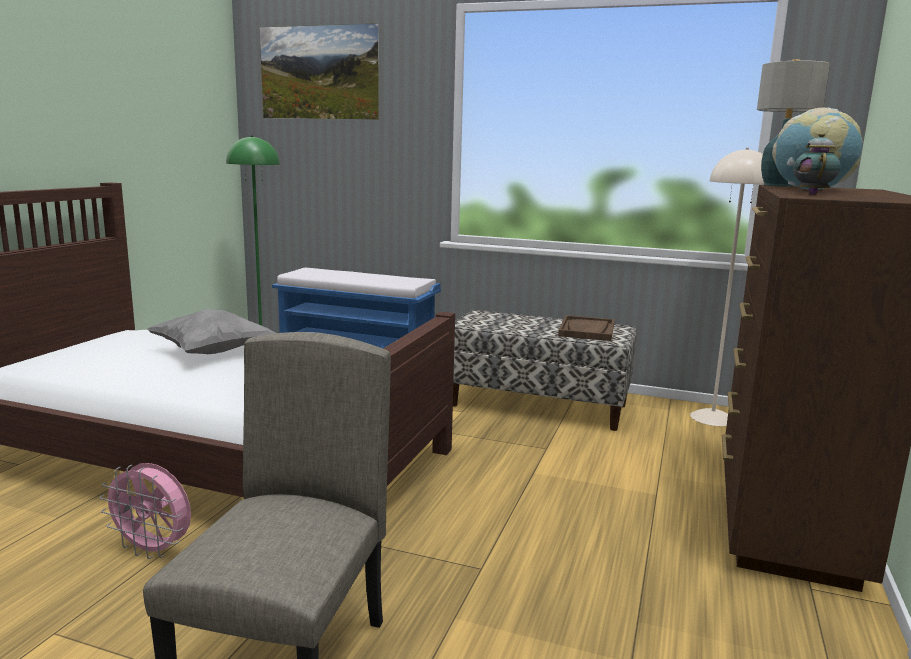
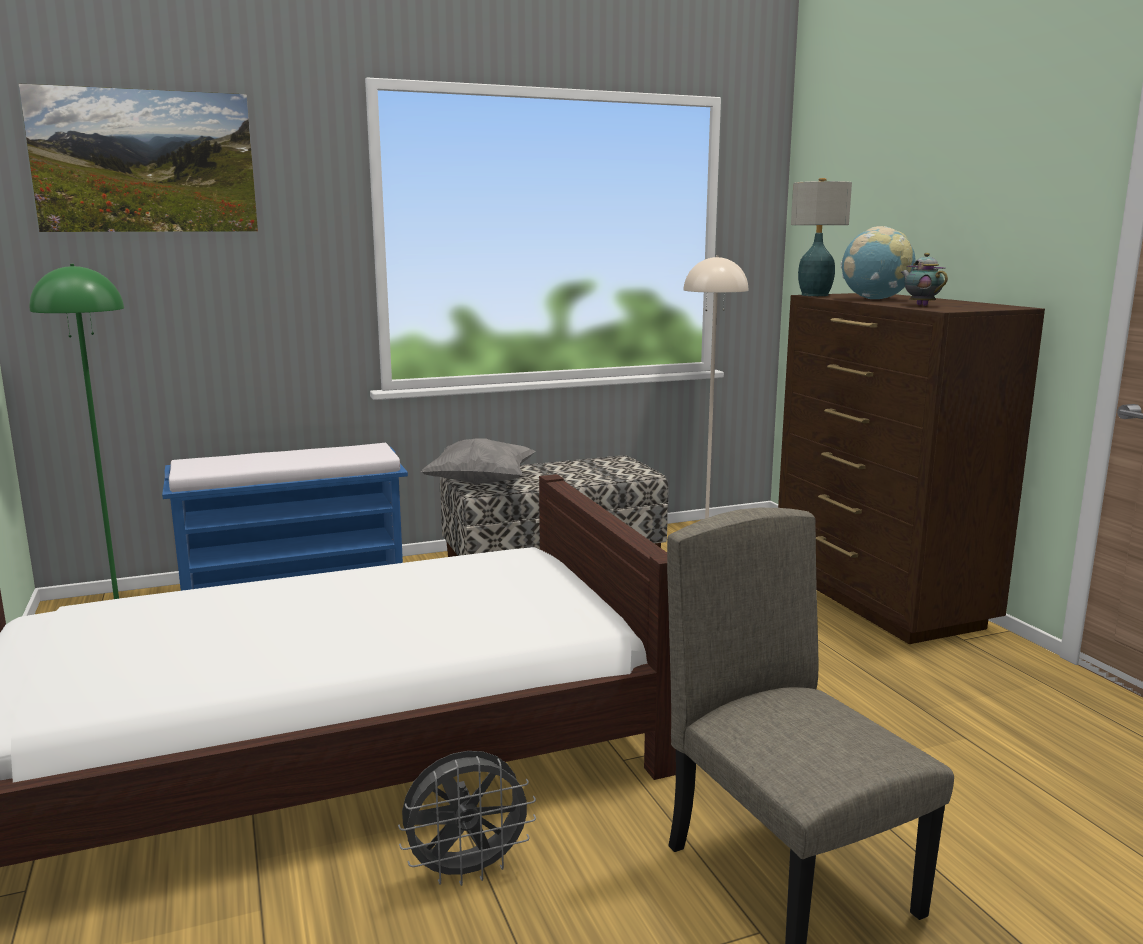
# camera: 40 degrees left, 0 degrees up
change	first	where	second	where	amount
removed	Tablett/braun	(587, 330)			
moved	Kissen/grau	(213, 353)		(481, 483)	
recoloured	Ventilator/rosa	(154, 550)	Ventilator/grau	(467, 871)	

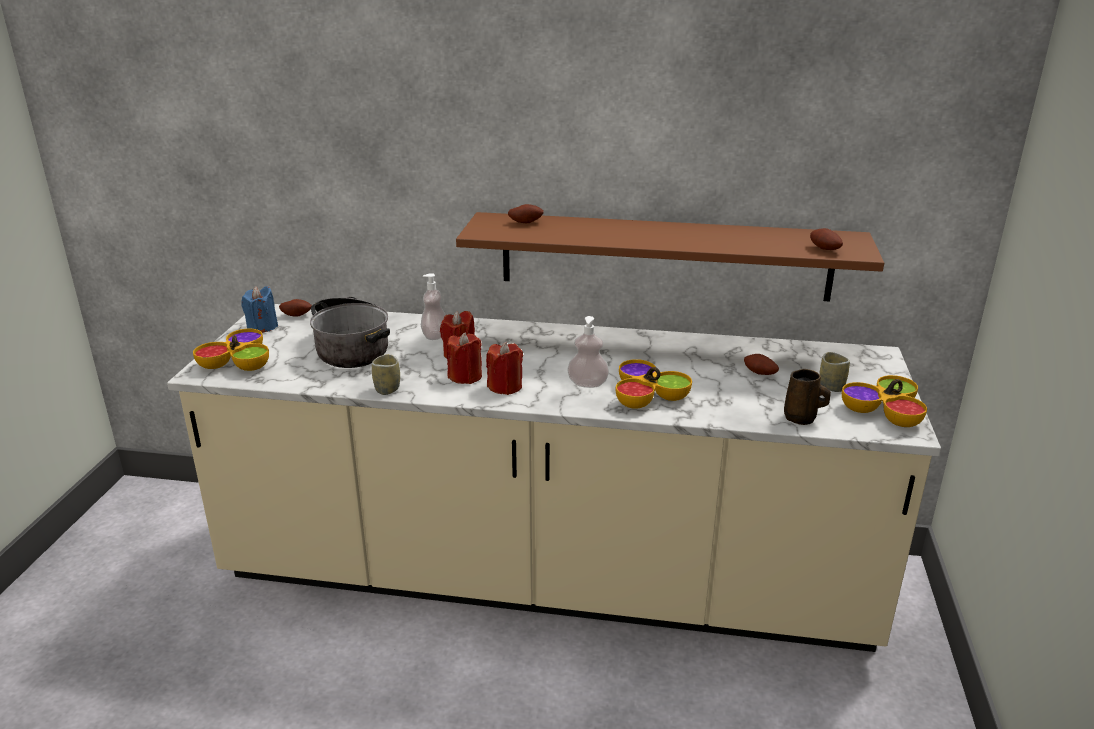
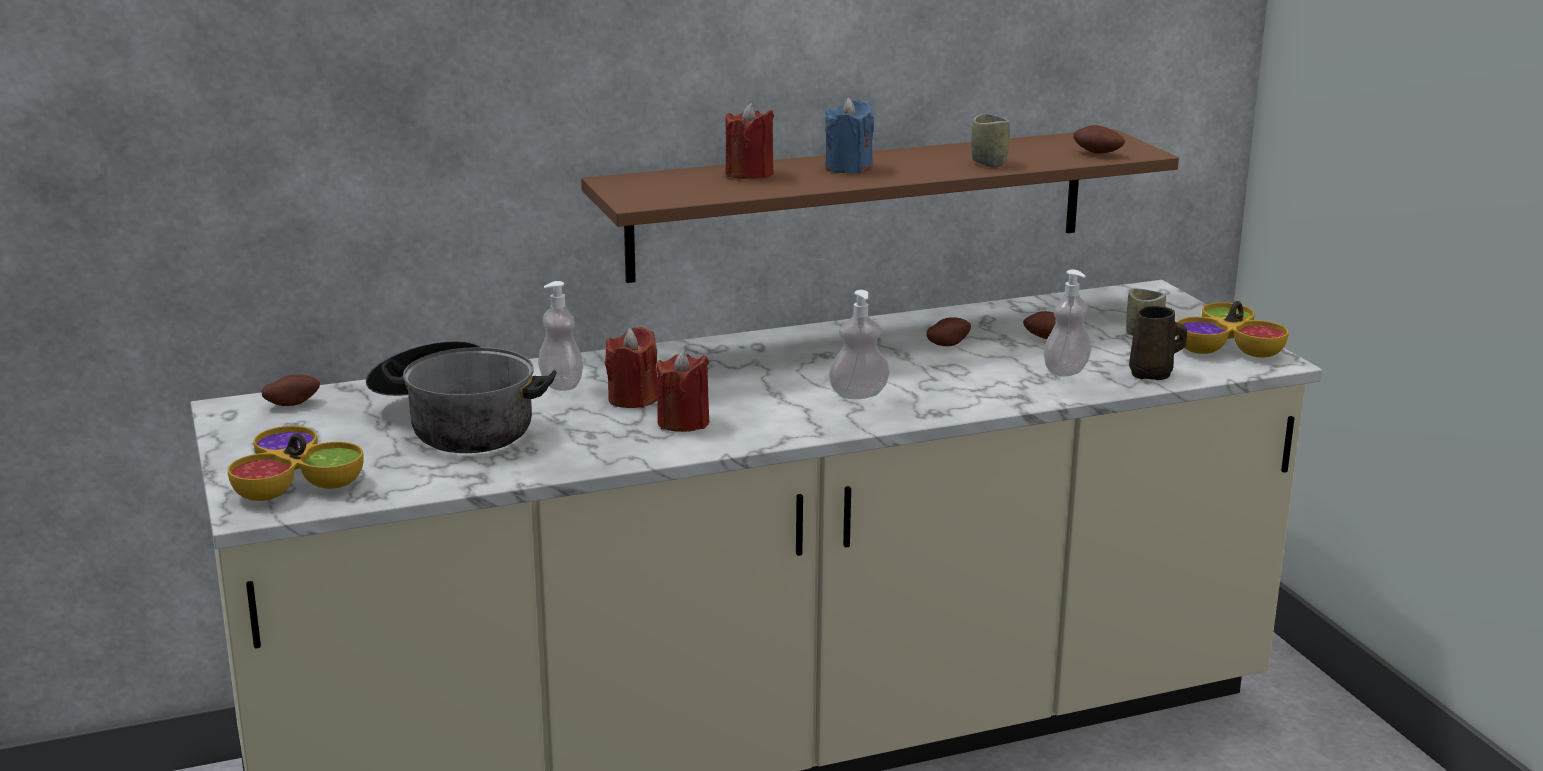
# camera: 30 degrees left, 5 degrees down
change	first	where	second	where	amount
removed	Schüssel	(647, 395)			
added			Seifenspender	(1066, 371)	
moved	Kerze/blau	(262, 327)		(848, 167)	
moved	Tasse	(387, 389)		(989, 163)	
moved	Kerze/rot	(505, 387)		(749, 174)	
moved	Kartoffel	(525, 222)		(947, 344)	

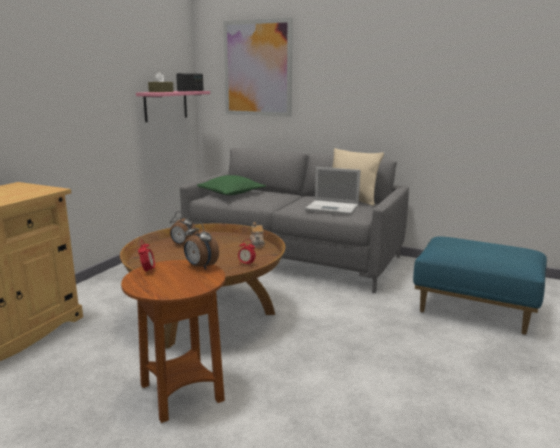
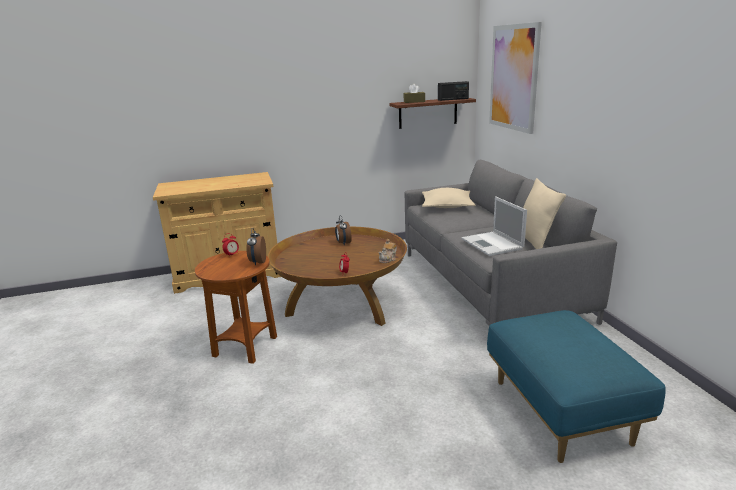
# camera: 50 degrees right, 5 degrees up
change	first	where	second	where	amount
recoloured	Wandregal/rosa	(166, 105)	Wandregal/braun	(428, 113)	
recoloured	Kissen/grün	(231, 193)	Kissen/beige	(447, 206)	

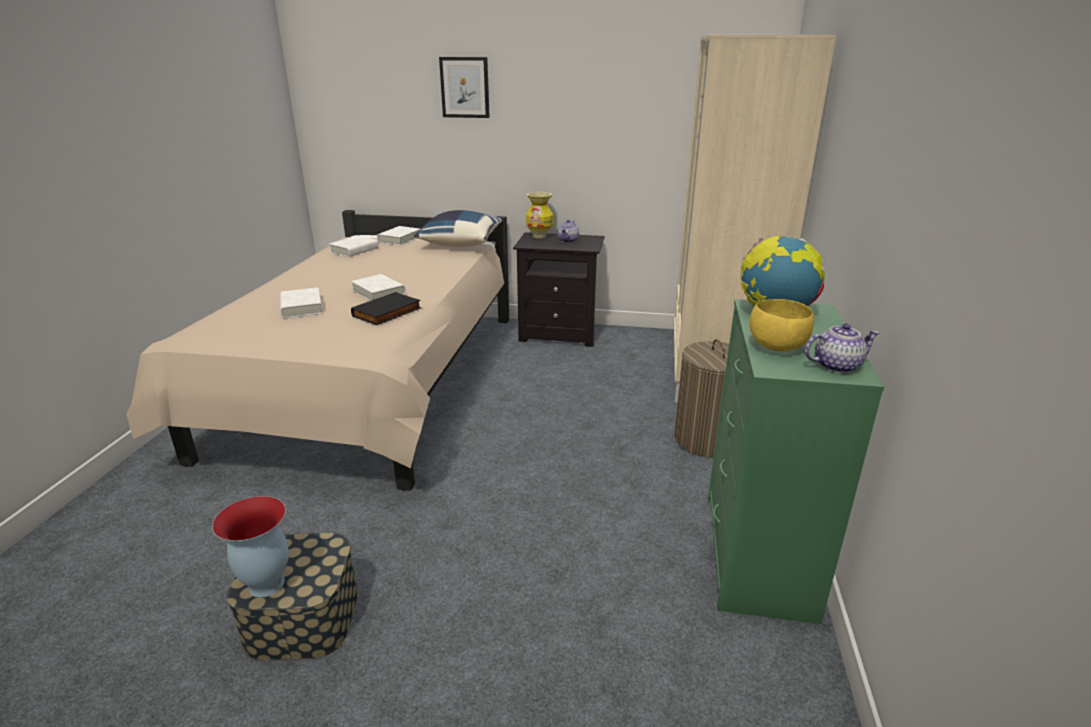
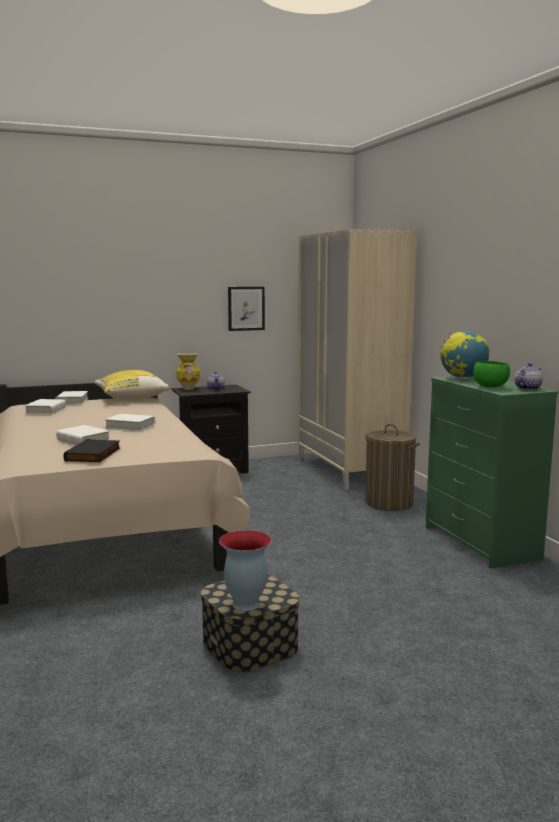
# camera: 30 degrees left, 15 degrees down
change	first	where	second	where	amount
moved	Buch/schwarz	(387, 313)		(94, 454)	
moved	Bild	(465, 87)		(246, 308)	
recoloured	Kissen/blau	(459, 244)	Kissen/gelb	(131, 398)	
recoloured	Schüssel/gelb	(776, 347)	Schüssel/grün	(490, 387)	

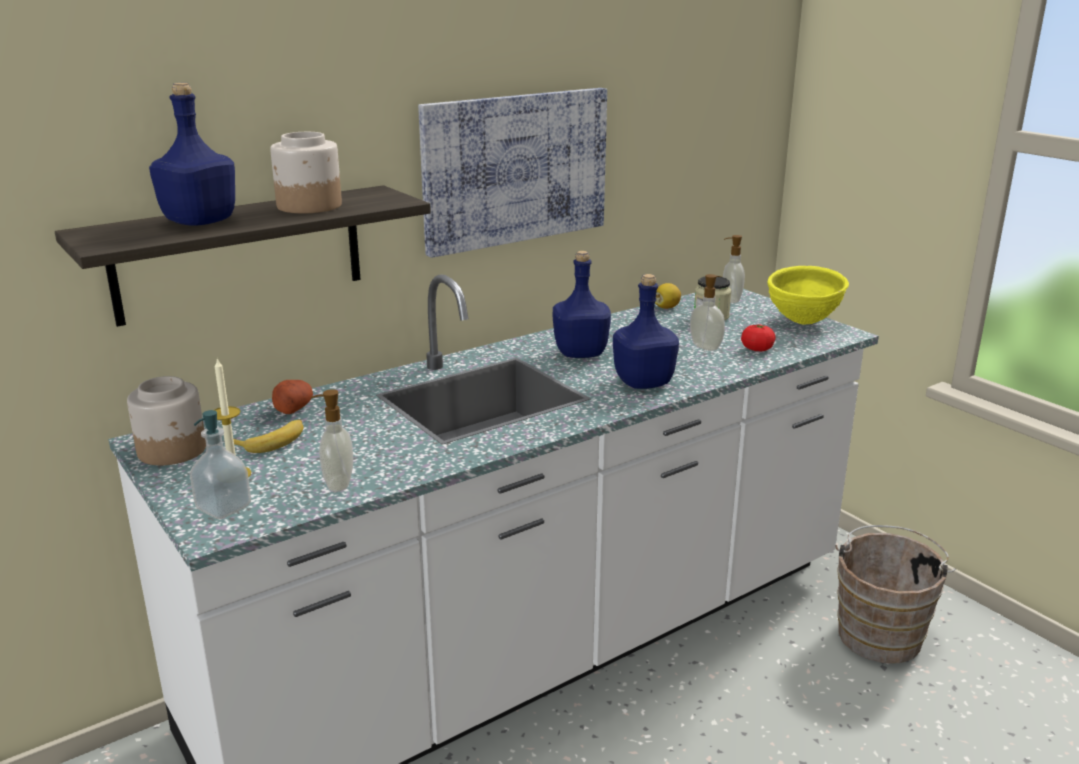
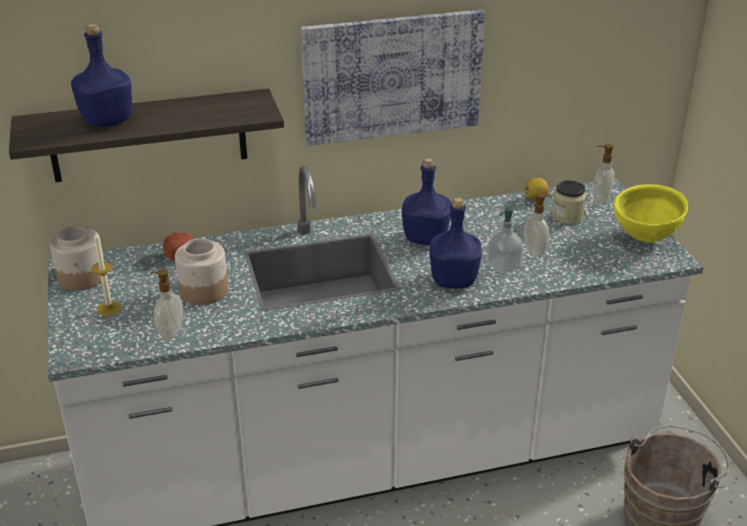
# camera: 20 degrees right, 10 degrees up
change	first	where	second	where	amount
removed	Banane	(273, 442)			
removed	Tomate	(757, 349)			
moved	Seifenspender	(223, 508)		(503, 266)	
moved	Vorratsglas	(309, 206)		(203, 291)	

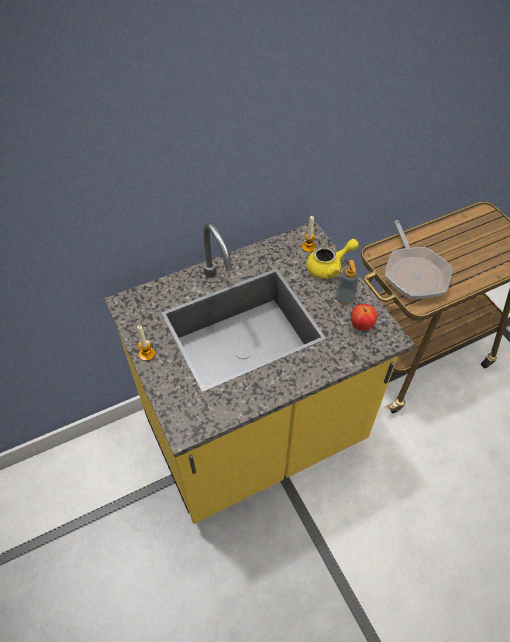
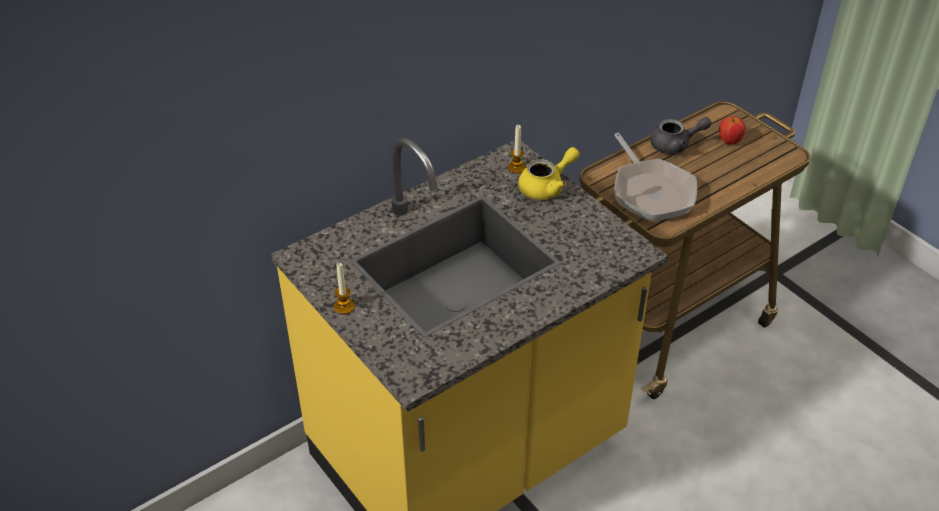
# camera: 10 degrees left, 10 degrees down
change	first	where	second	where	amount
removed	Seifenspender	(345, 298)			
added			Teekanne/grau	(675, 145)	
moved	Apfel	(361, 326)		(729, 141)	

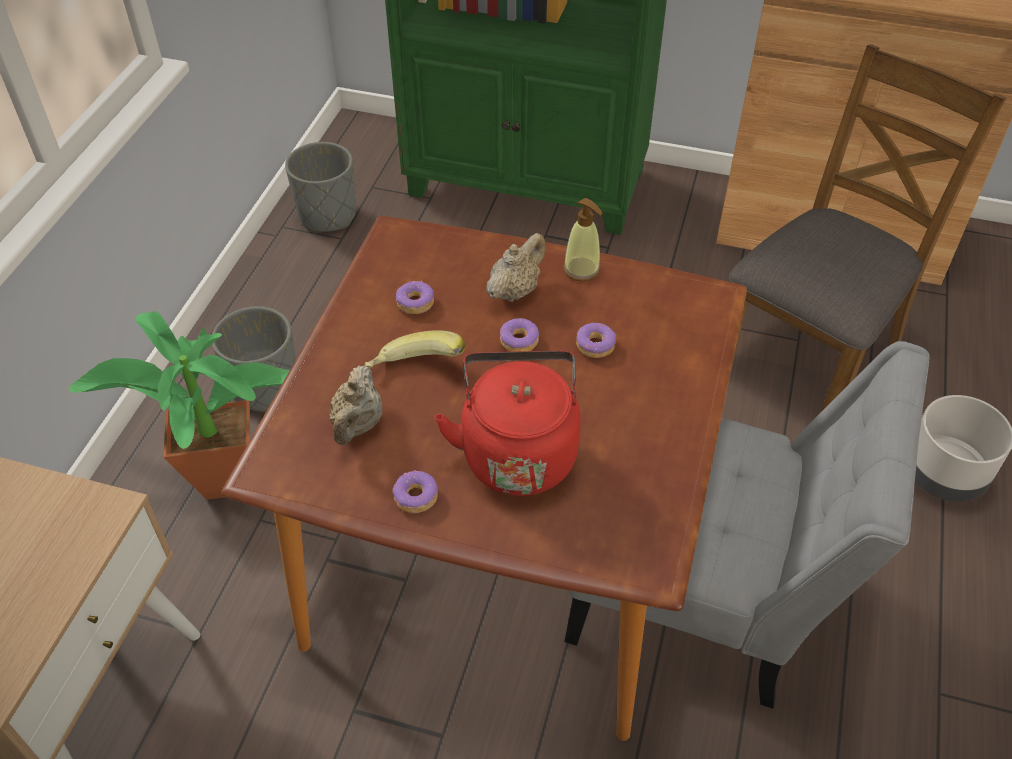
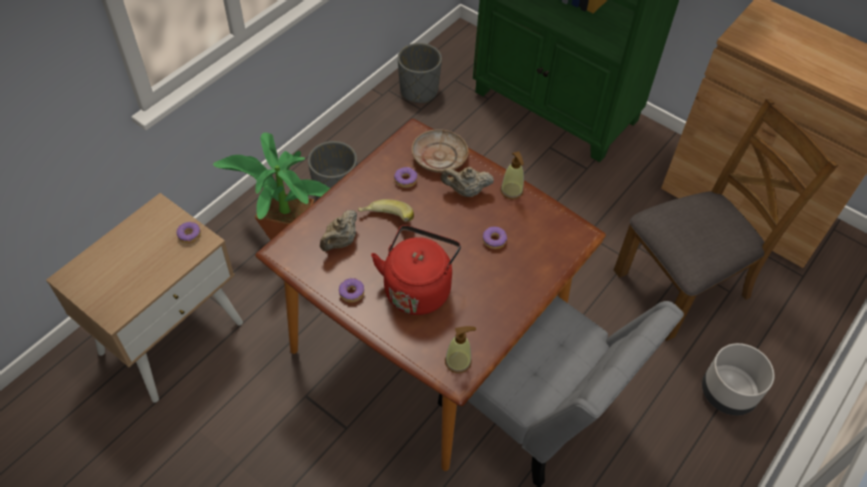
# camera: 20 degrees right, 5 degrees up
change	first	where	second	where	amount
added			Teller/beige	(439, 157)	
added			Seifenspender	(458, 361)	
moved	Donut	(519, 341)		(189, 235)	
turned	Teekanne/beige	(515, 290)		(466, 191)	150 degrees counterclockwise

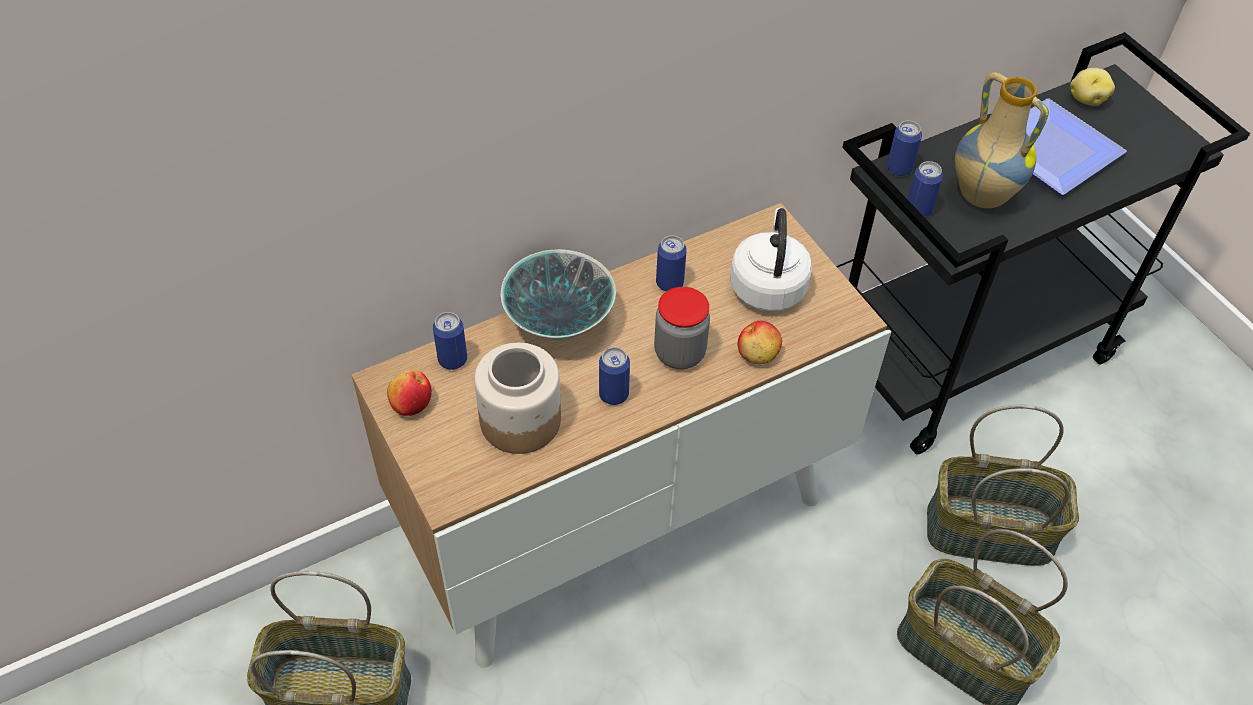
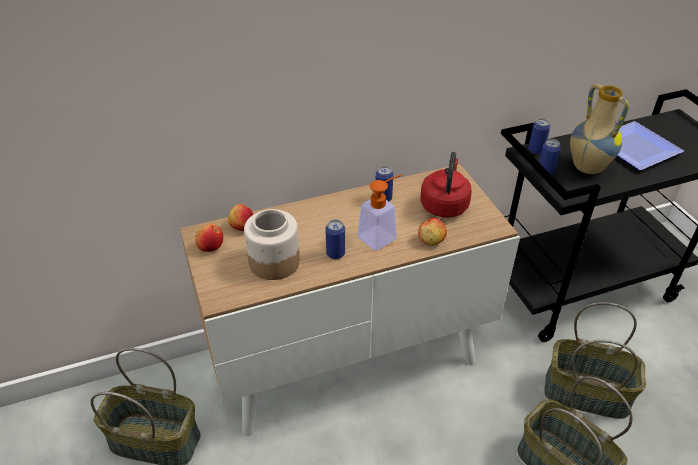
# camera: 10 degrees right, 10 degrees down
change	first	where	second	where	amount
removed	Schüssel	(558, 323)			
removed	Kartoffel	(1086, 99)			
replaced	Dose	(452, 360)	Apfel	(242, 226)	
replaced	Vorratsglas	(679, 353)	Seifenspender	(381, 235)	
recoloured	Wasserkessel/weiß	(768, 285)	Wasserkessel/rot	(444, 205)	

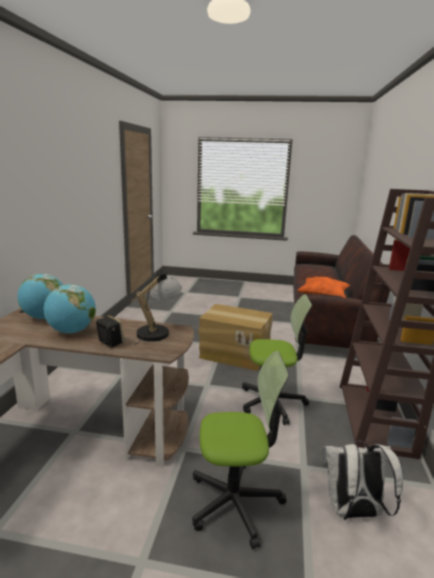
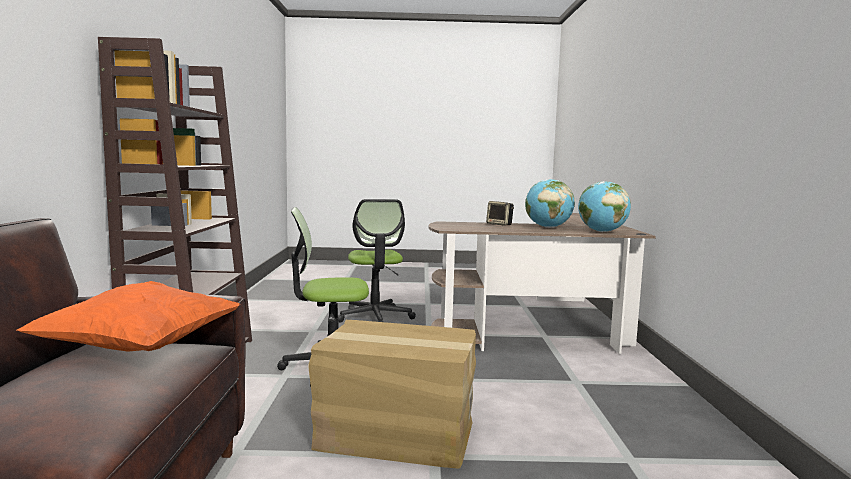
# camera: 170 degrees right, 10 degrees down
change	first	where	second	where	amount
removed	Tischlampe	(158, 331)			
removed	Rucksack/weiß	(353, 512)			
turned	Bürostuhl	(235, 502)		(375, 317)	90 degrees counterclockwise

